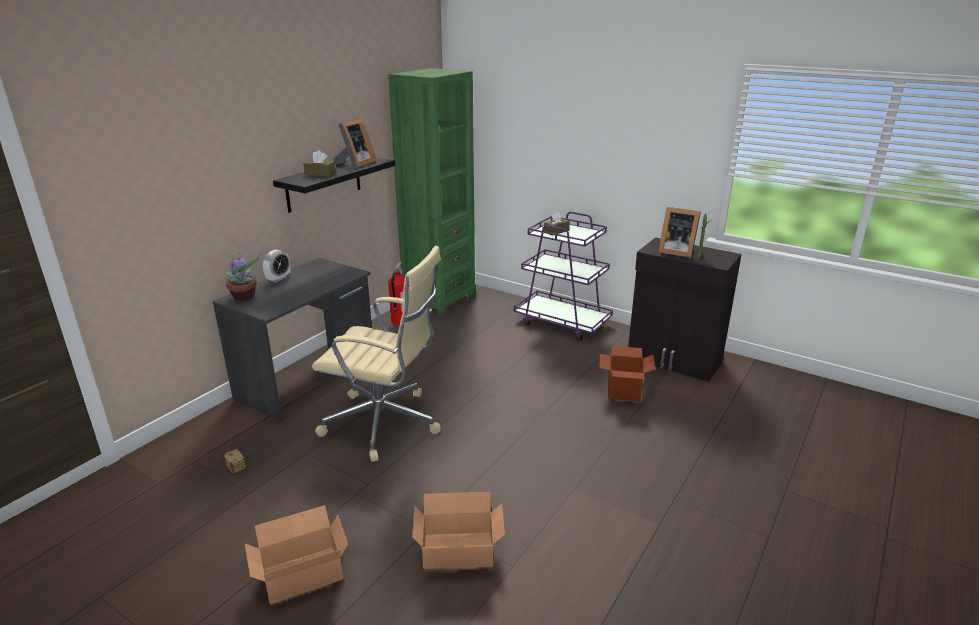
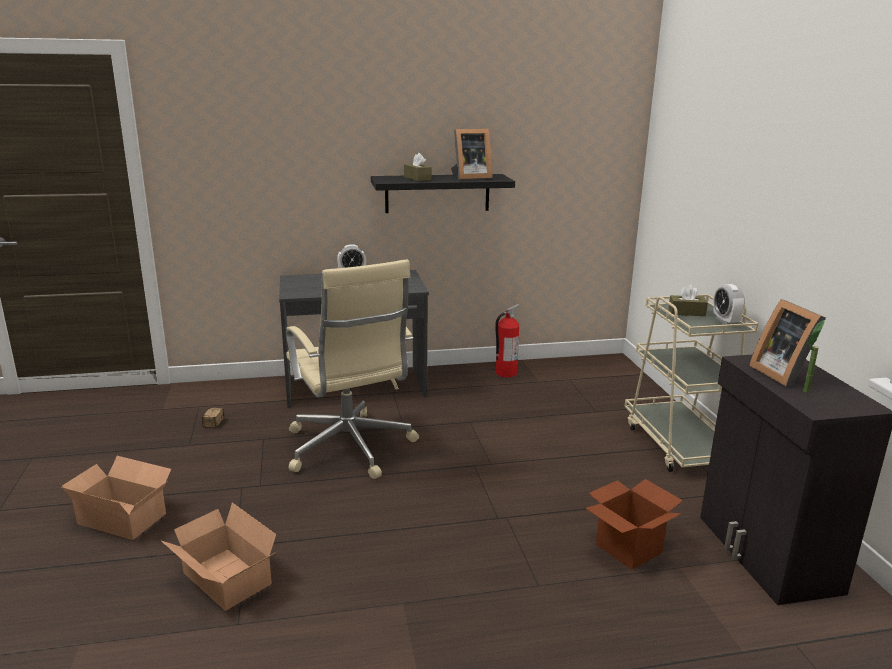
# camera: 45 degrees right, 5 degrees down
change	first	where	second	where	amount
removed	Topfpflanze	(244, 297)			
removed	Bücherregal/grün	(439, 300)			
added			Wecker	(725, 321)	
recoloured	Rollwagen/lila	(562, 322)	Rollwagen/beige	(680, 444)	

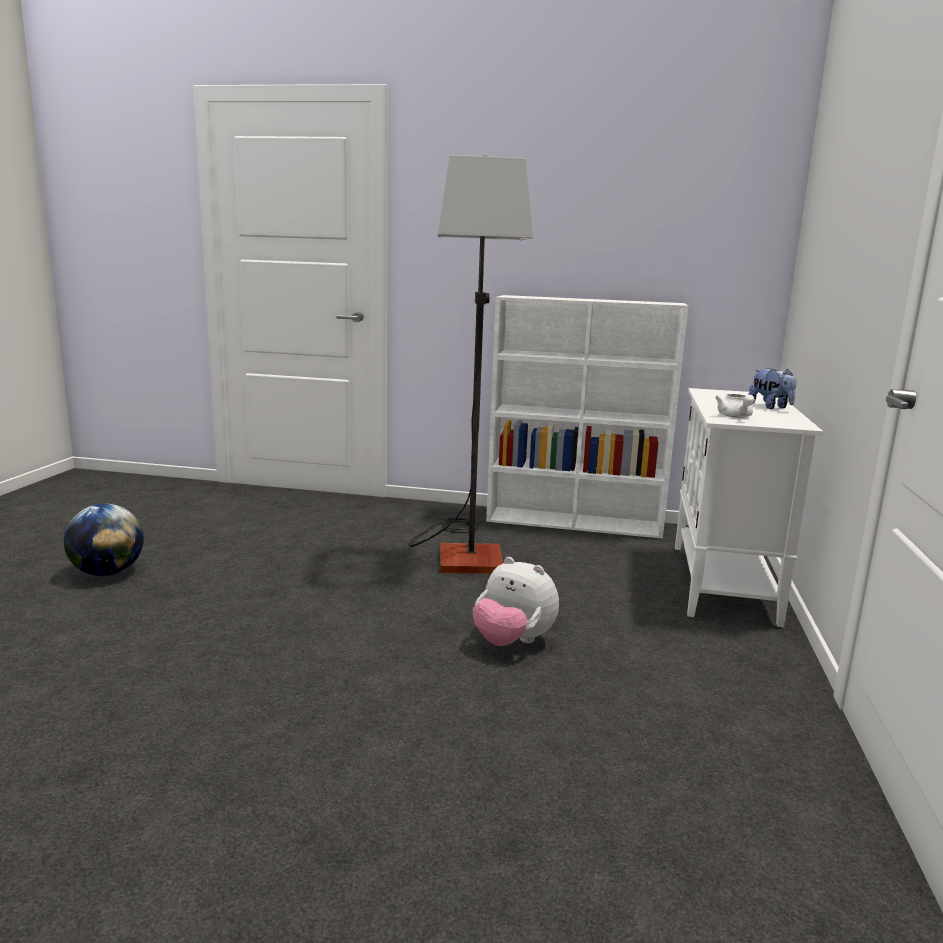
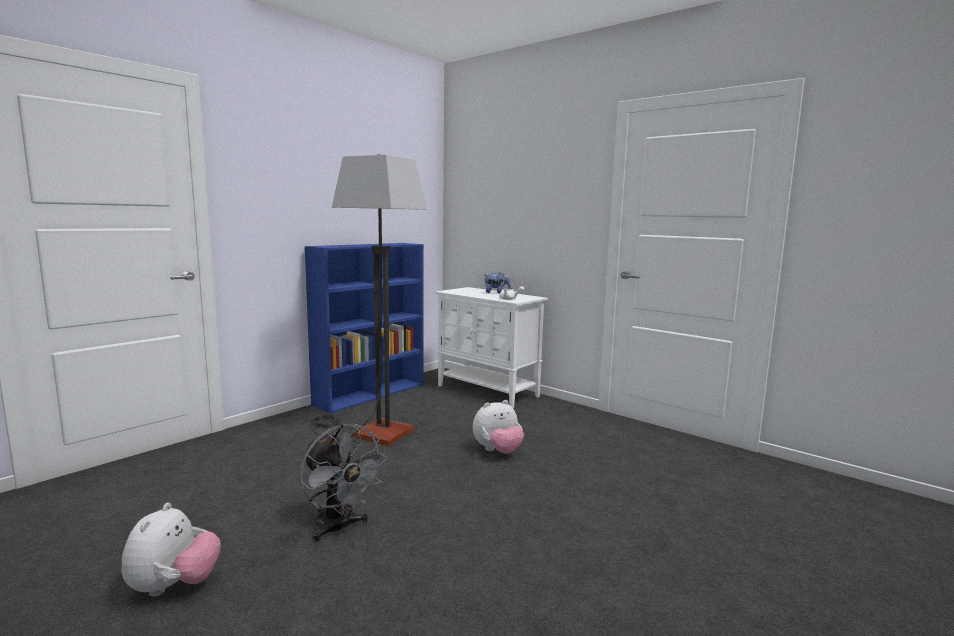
# camera: 60 degrees left, 5 degrees down
change	first	where	second	where	amount
added			Ventilator/grau	(339, 528)	
replaced	Globus	(108, 573)	Plüschtier	(174, 586)	
recoloured	Bücherregal/weiß	(576, 522)	Bücherregal/blau	(371, 393)	

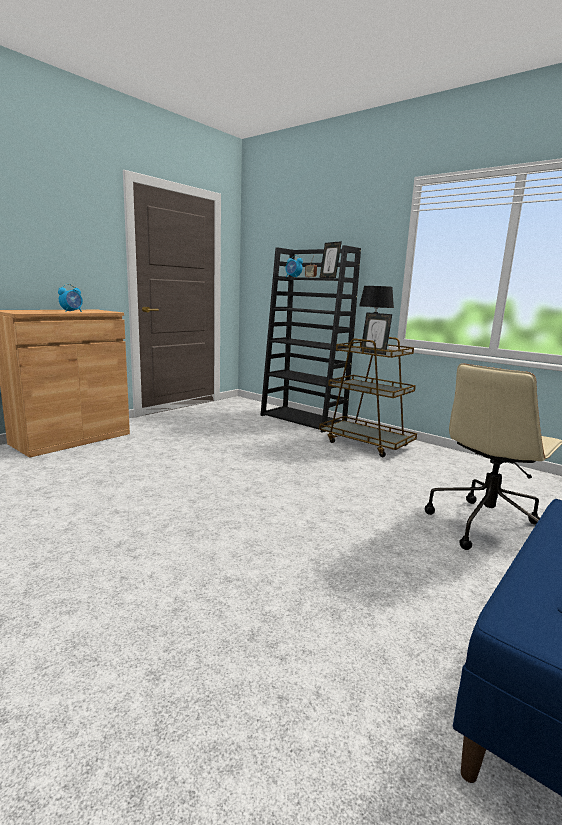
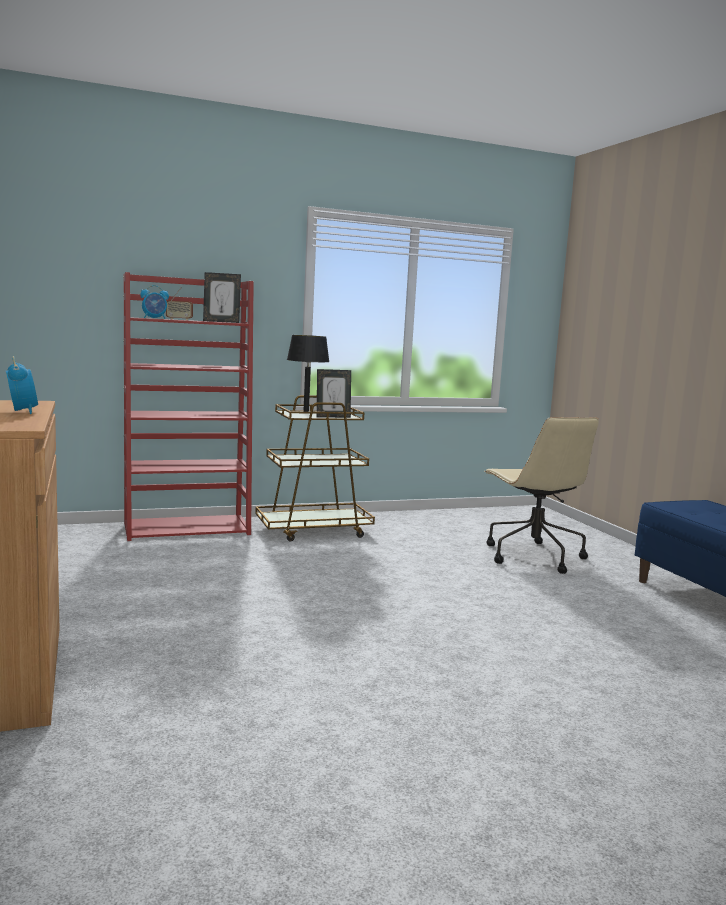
# camera: 60 degrees left, 5 degrees down
change	first	where	second	where	amount
recoloured	Bücherregal/schwarz	(304, 419)	Bücherregal/rot	(188, 528)	

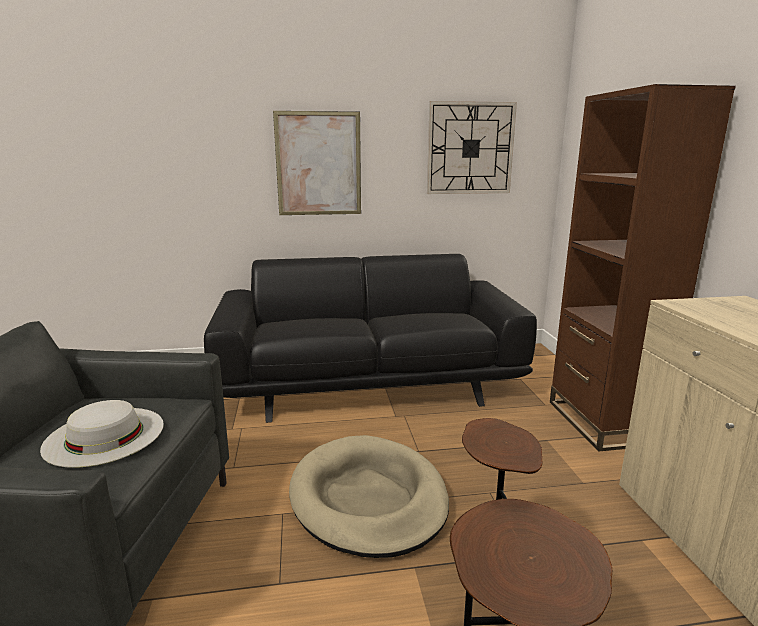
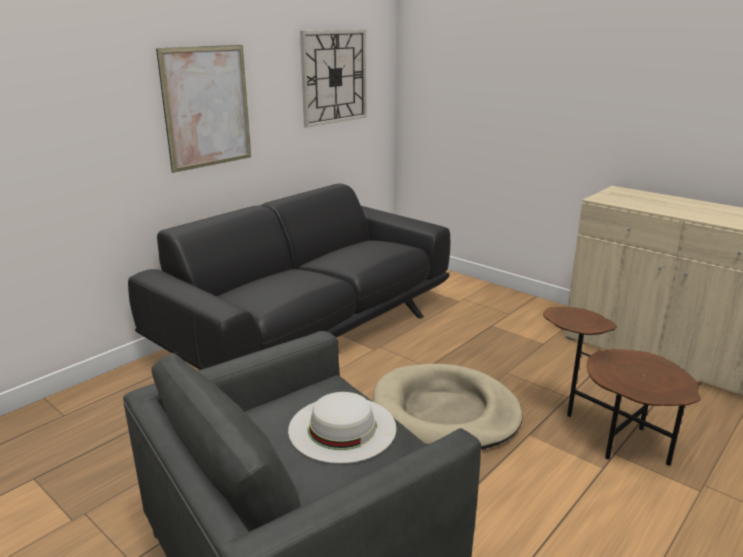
# camera: 40 degrees left, 5 degrees up
change	first	where	second	where	amount
removed	Bücherregal/braun	(602, 422)			

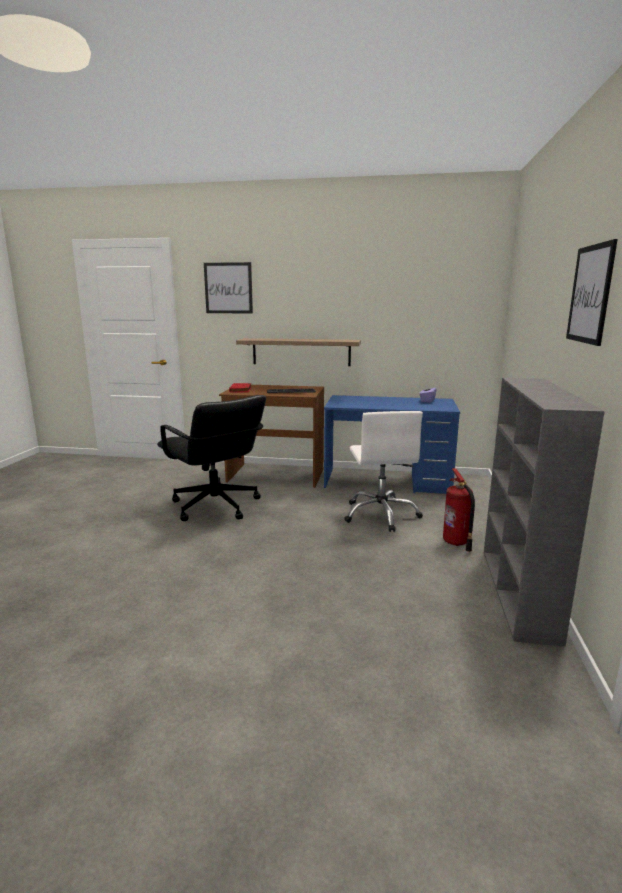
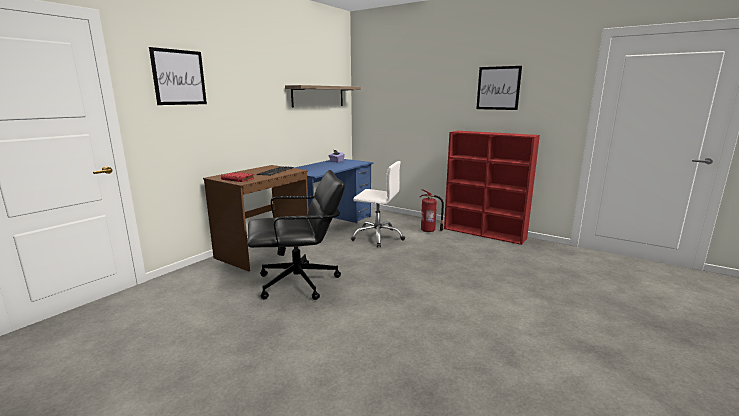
# camera: 65 degrees left, 0 degrees up
change	first	where	second	where	amount
moved	Wandregal	(301, 352)		(318, 96)	
recoloured	Bücherregal/grau	(518, 593)	Bücherregal/rot	(485, 233)	

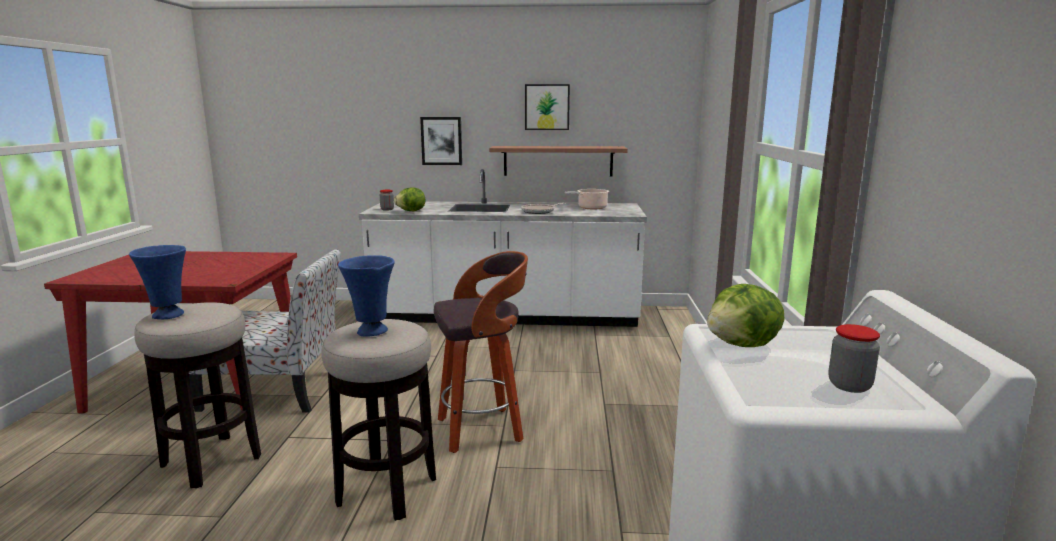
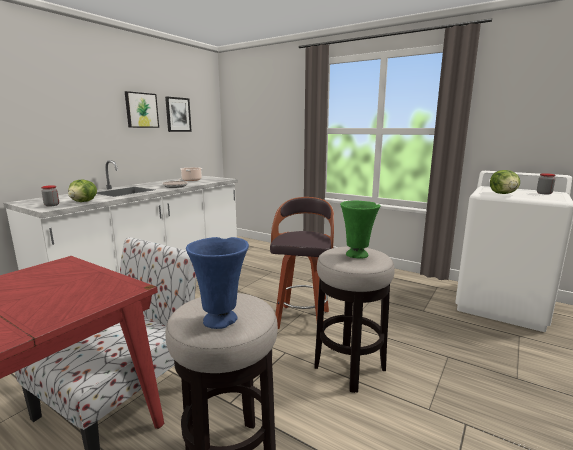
# camera: 60 degrees left, 0 degrees up
change	first	where	second	where	amount
removed	Wandregal	(558, 161)			
moved	Bild	(441, 141)		(178, 114)	
recoloured	Vase/blau	(371, 332)	Vase/grün	(357, 255)	

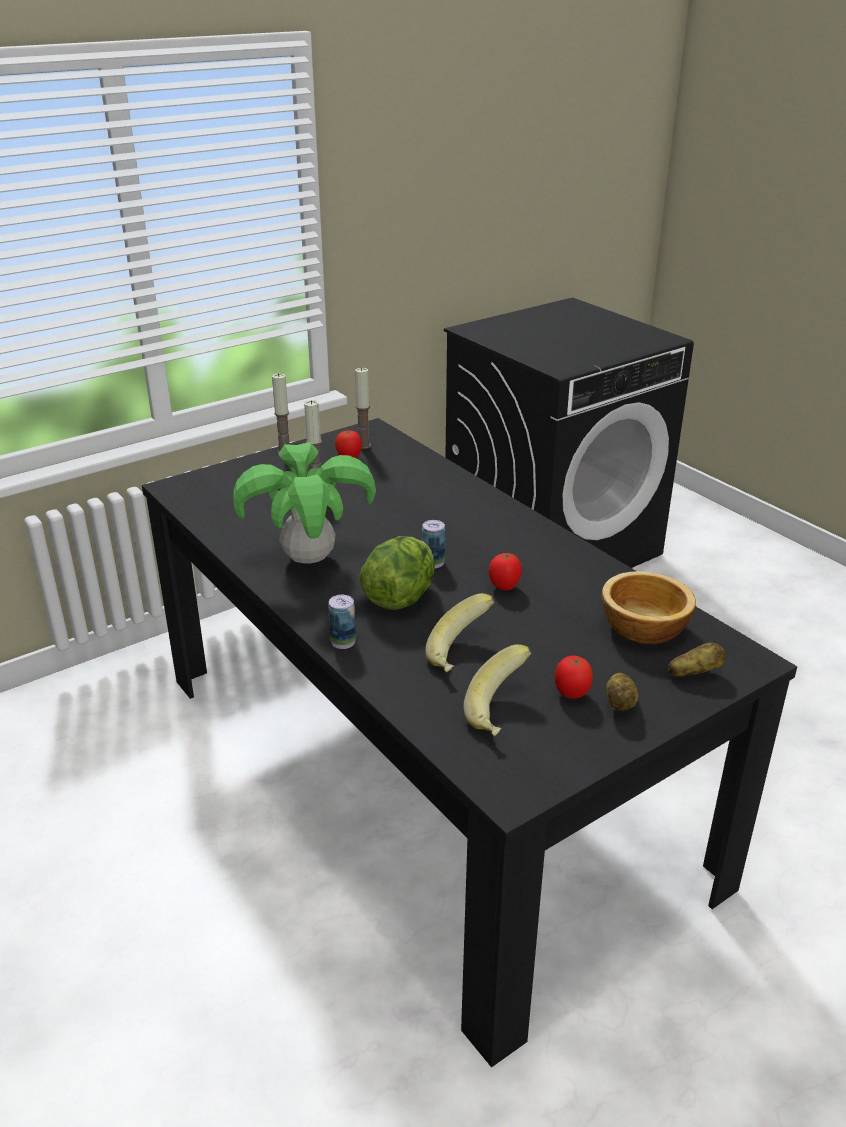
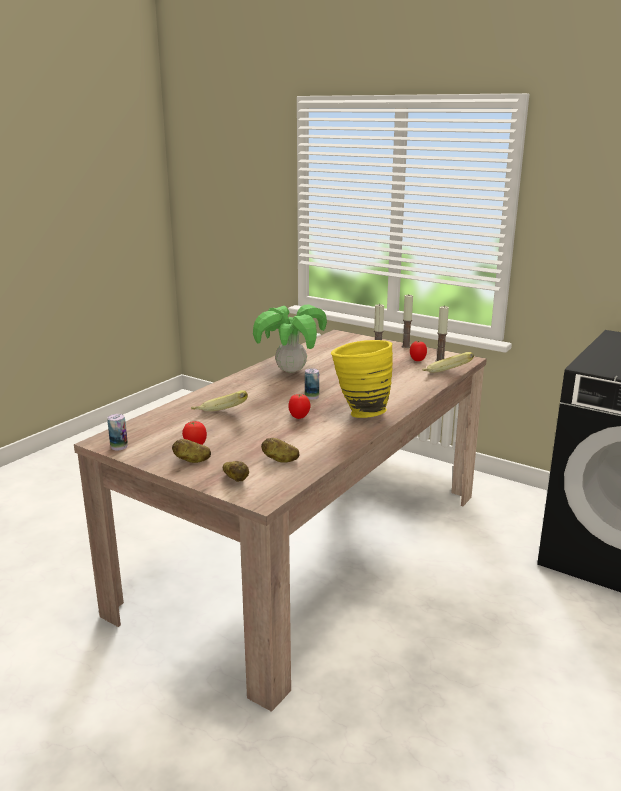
# camera: 70 degrees right, 10 degrees down
change	first	where	second	where	amount
removed	Salatkopf	(400, 598)			
added			Vase/gelb	(359, 412)	
moved	Dose	(343, 642)		(119, 447)	
moved	Banane	(501, 712)		(446, 375)	
replaced	Schüssel	(642, 628)	Kartoffel	(280, 460)	
recoloured	Esstisch/schwarz	(423, 773)	Esstisch/beige	(310, 549)	

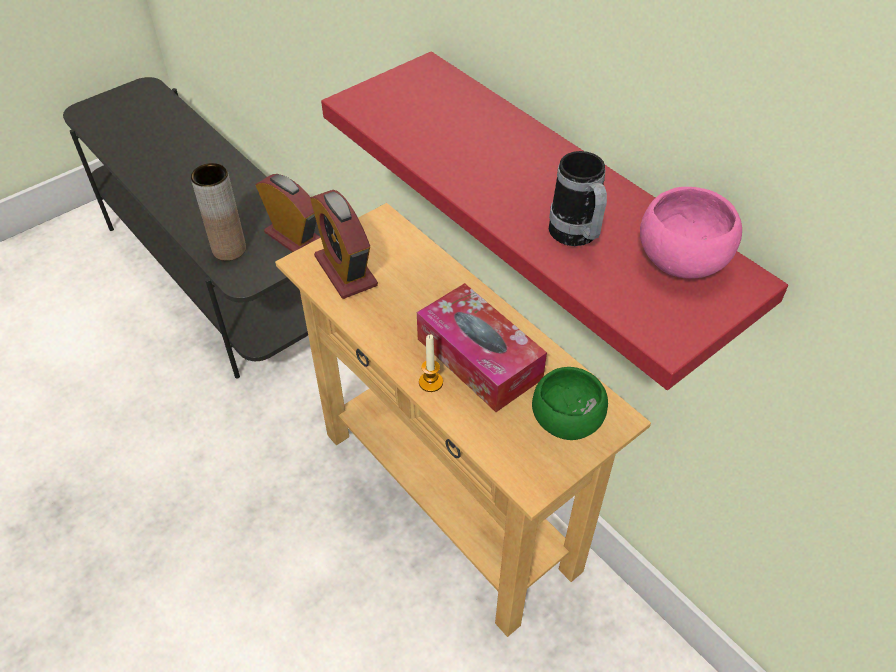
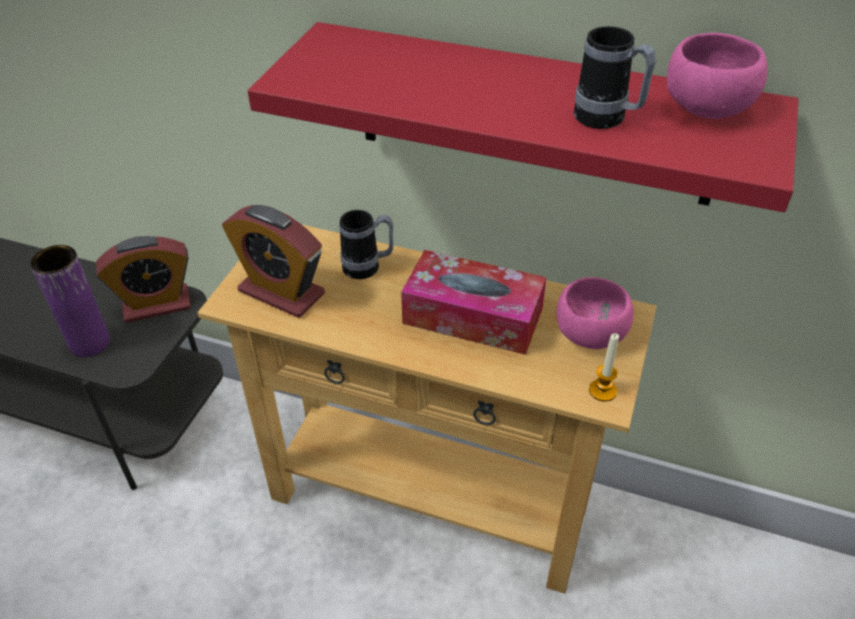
# camera: 30 degrees left, 5 degrees down
change	first	where	second	where	amount
added			Henkelbecher	(368, 268)	
moved	Kerze	(430, 382)		(602, 391)	
recoloured	Vase/braun	(229, 249)	Vase/lila	(90, 343)	
recoloured	Schüssel/grün	(566, 419)	Schüssel/rosa	(588, 333)	
turned	Wecker	(294, 238)		(157, 305)	150 degrees clockwise

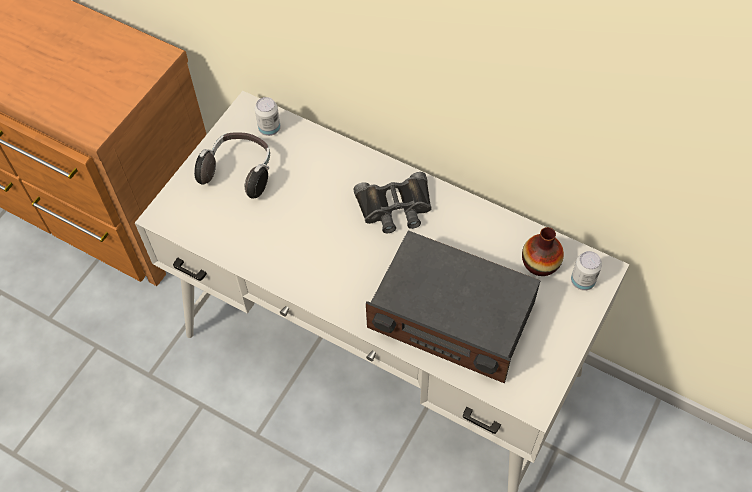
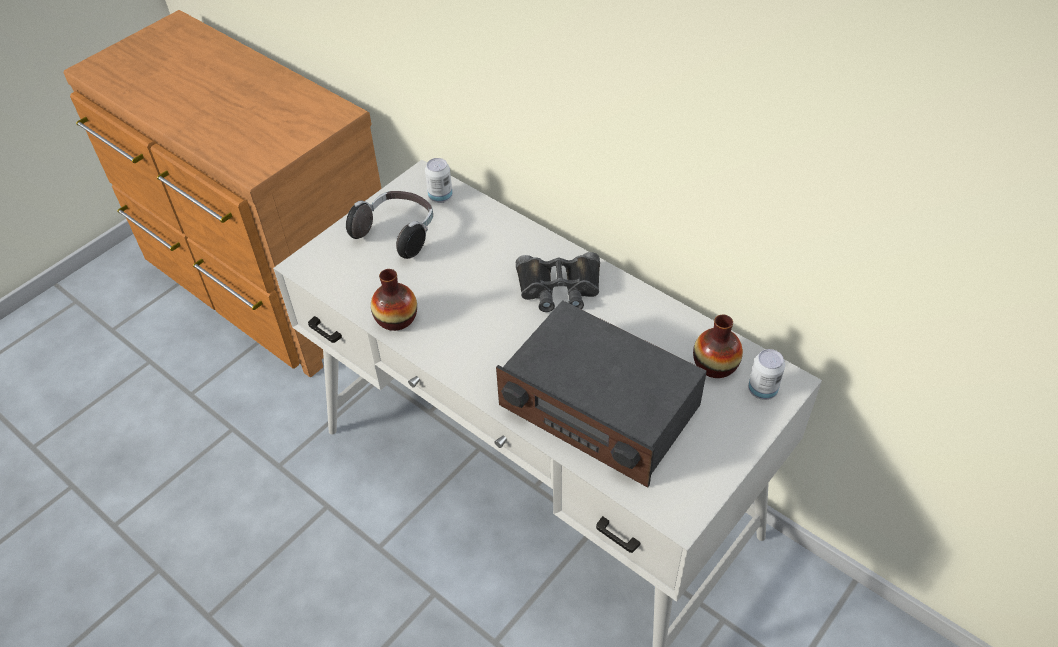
# camera: 10 degrees right, 10 degrees down
change	first	where	second	where	amount
added			Vase	(396, 318)	

